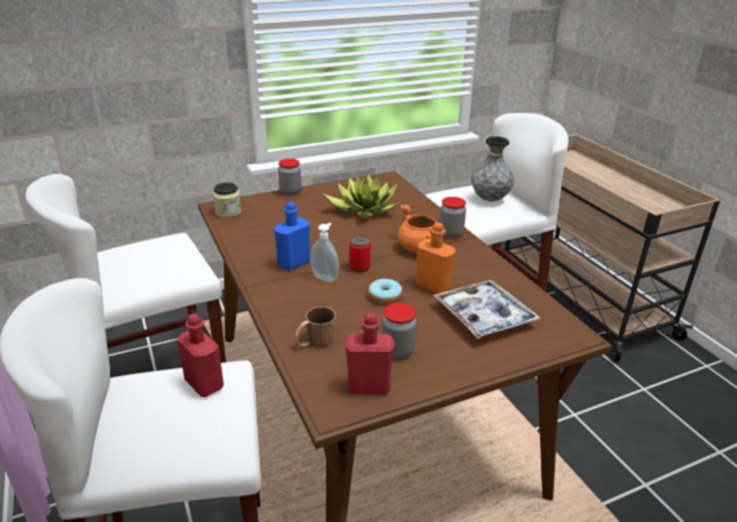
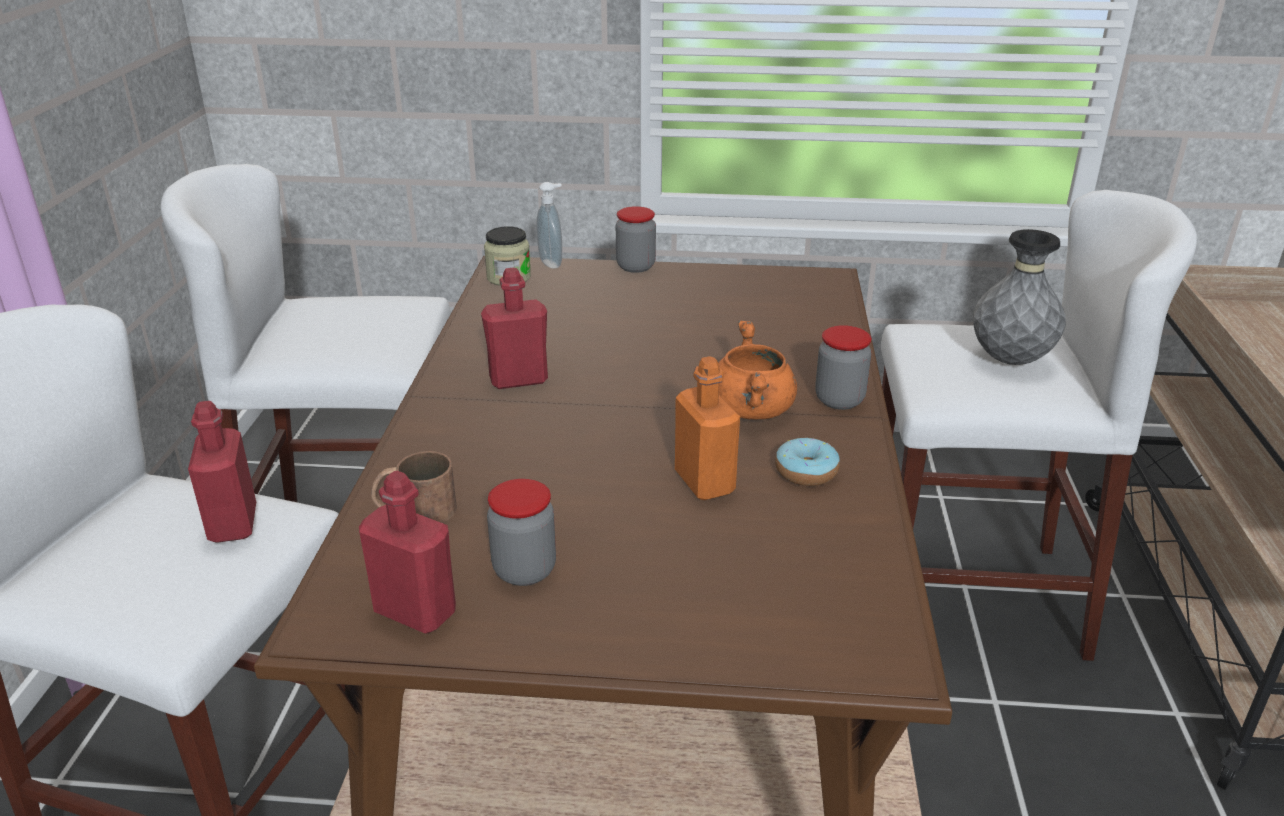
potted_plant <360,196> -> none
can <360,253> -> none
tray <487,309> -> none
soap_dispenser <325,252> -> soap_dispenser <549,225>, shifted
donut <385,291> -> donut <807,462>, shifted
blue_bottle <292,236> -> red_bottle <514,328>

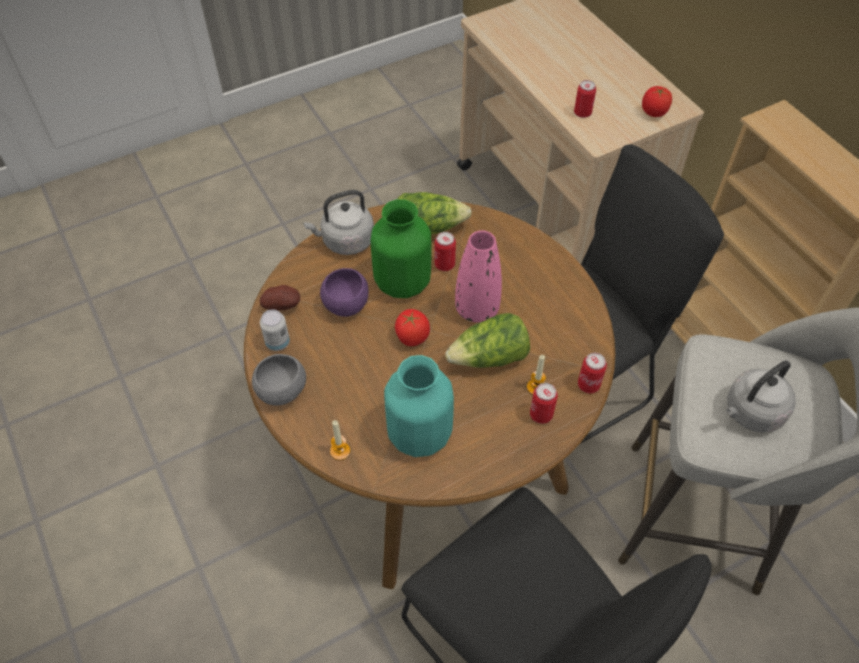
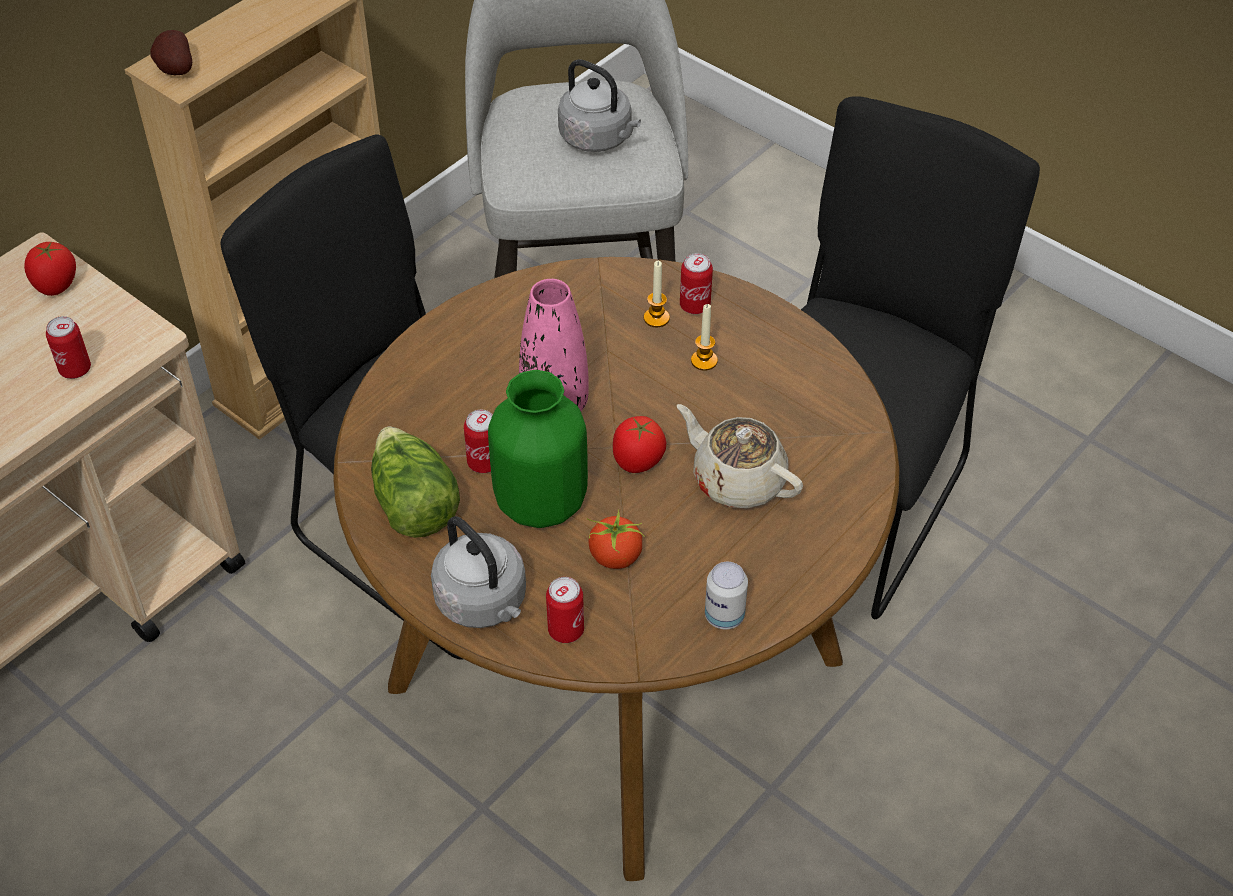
grey_bowl <279,380> -> none
turquoise_vase <419,406> -> none
lettuce <487,340> -> none
none -> beige_teapot <740,456>
potato <280,297> -> potato <171,52>, shifted
candle <340,440> -> candle <704,337>, shifted
can <592,373> -> can <565,610>, shifted
purple_bowl <344,292> -> tomato <615,539>

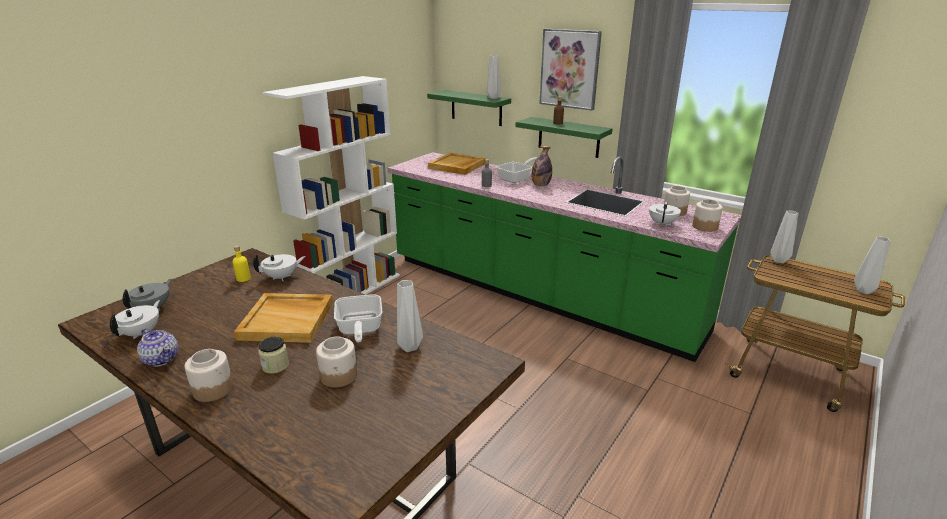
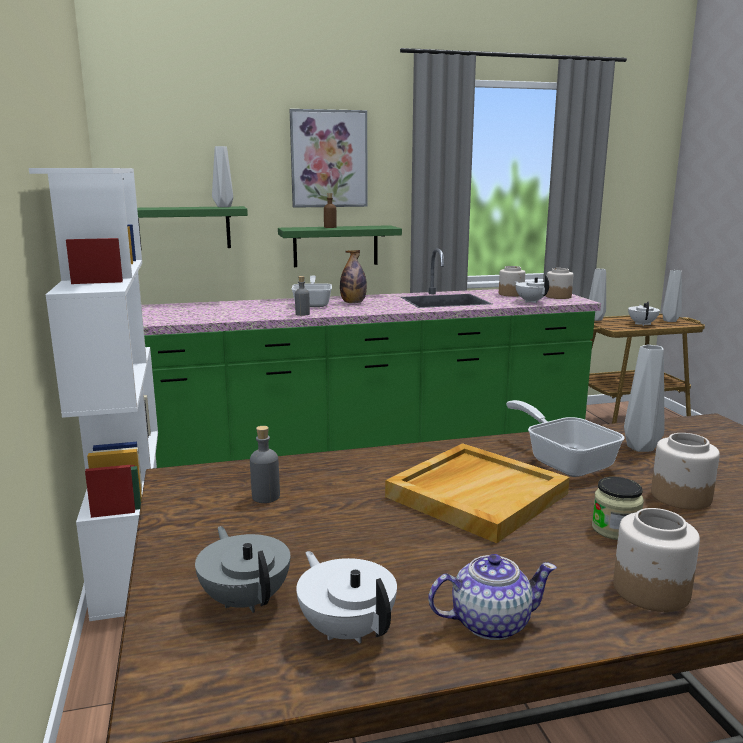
beige_tray <457,164> -> none
white_teapot <279,267> -> white_teapot <644,313>, shifted
yellow_bottle <242,263> -> grey_bottle <265,464>
frying_pan <358,318> -> frying_pan <565,438>, 150 degrees counterclockwise

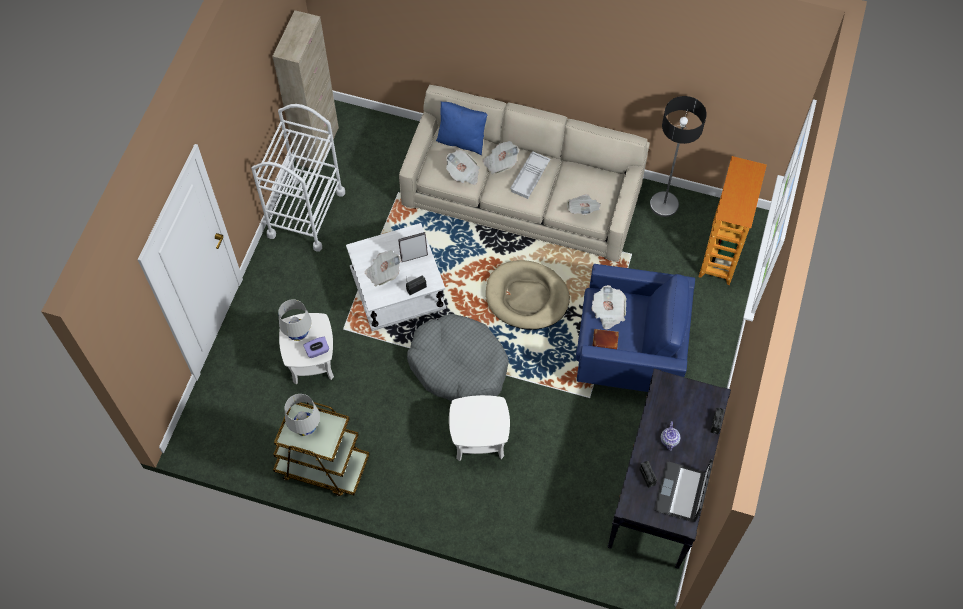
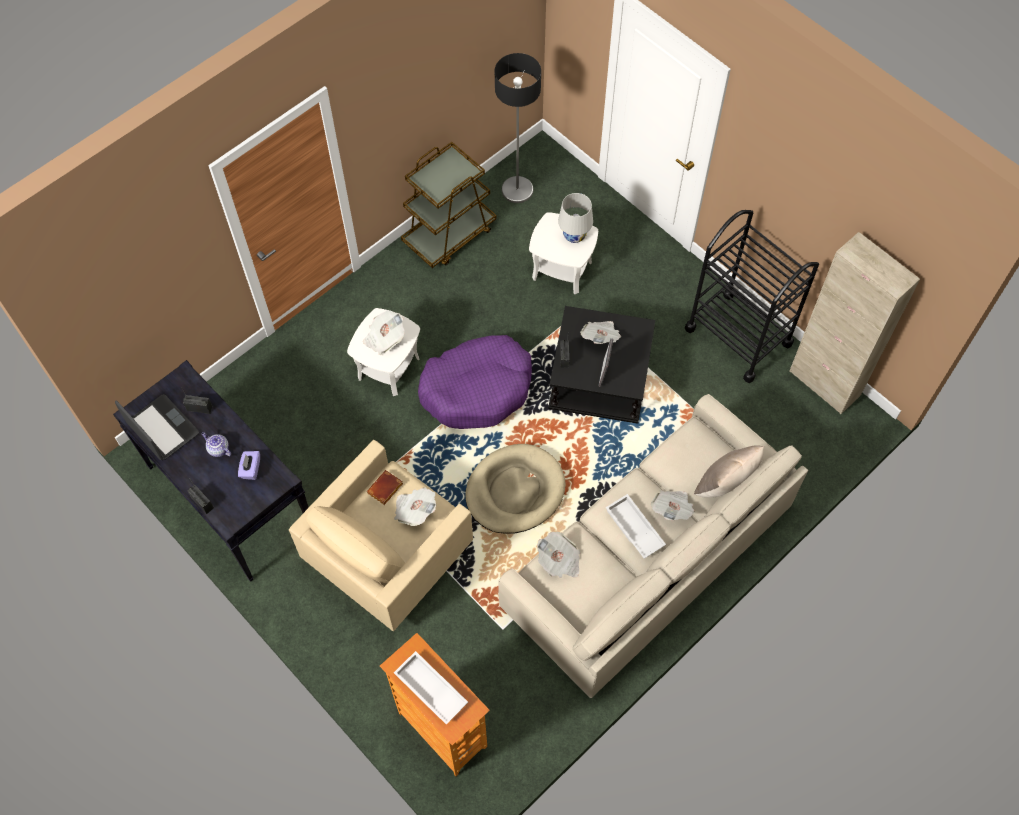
white_table_lamp <302,415> -> none
none -> white_tray <431,688>
purple_tissue_box <316,347> -> purple_tissue_box <249,465>, shifted
newspaper <463,167> -> newspaper <384,332>, shifted
floor_lamp <678,156> -> floor_lamp <518,128>, shifted
white_cart <298,177> -> black_cart <752,296>
white_side_table <396,277> -> black_side_table <601,365>
grey_dog_bed <458,358> -> purple_dog_bed <475,382>
blue_pillow <461,128> -> beige_pillow <729,471>
blue_armchair <635,328> -> beige_armchair <381,535>

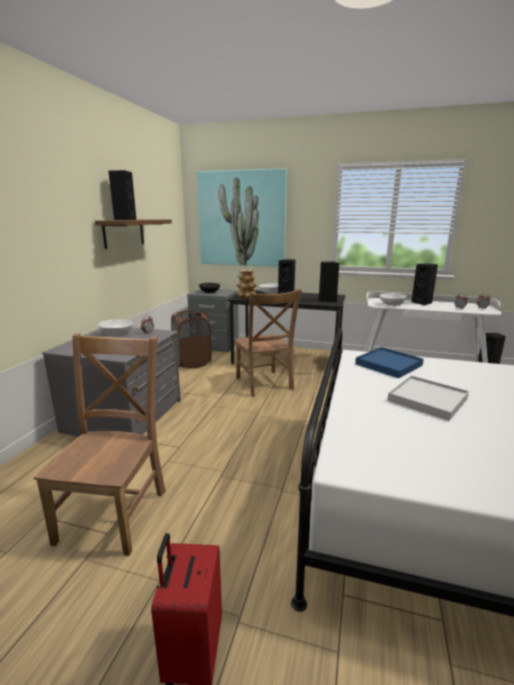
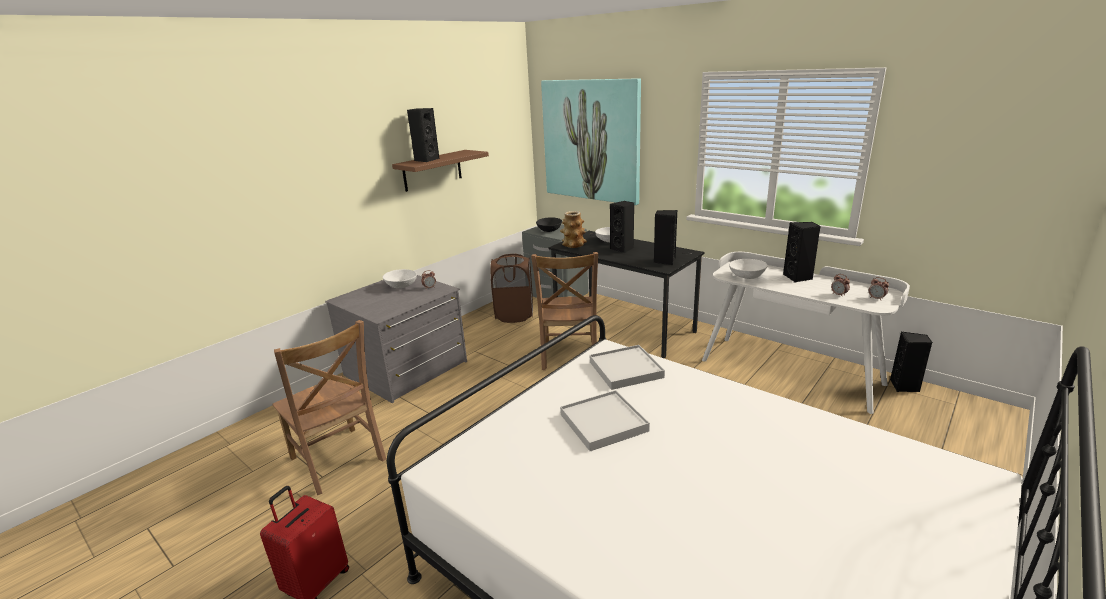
blue_tray <389,362> -> white_tray <627,367>
brown_chair <99,444> -> brown_chair <329,407>, 105 degrees clockwise

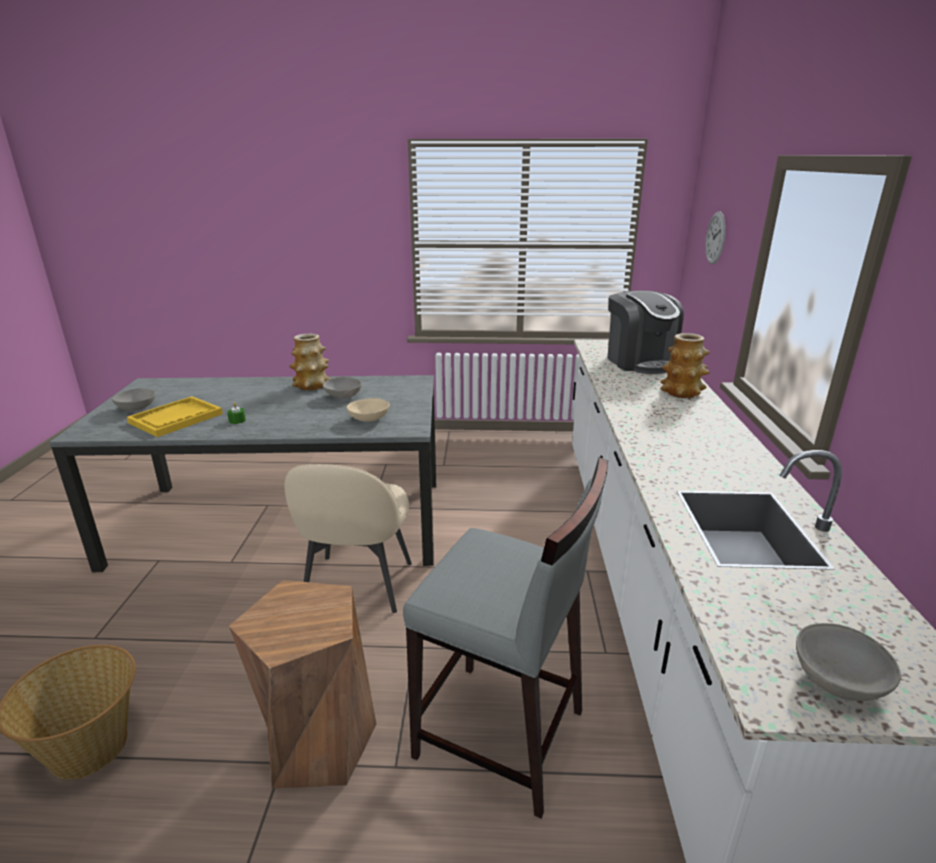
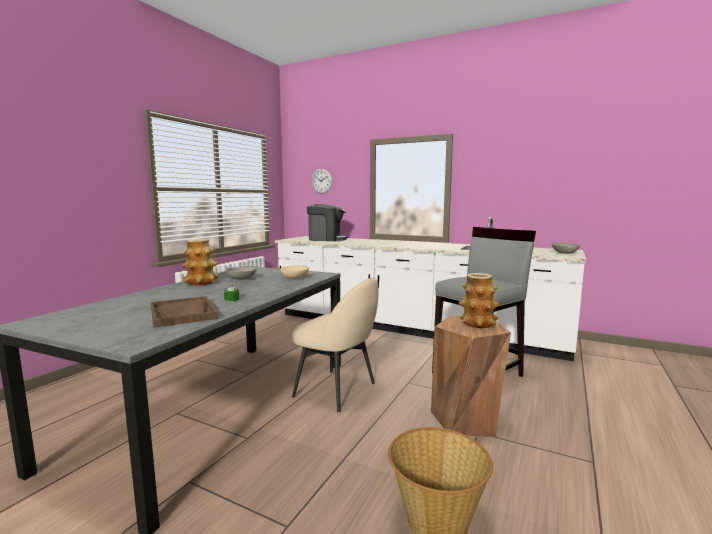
grey_bowl <134,399> -> none
vase <685,365> -> vase <479,300>, shifted
yellow_tray <175,416> -> brown_tray <184,311>

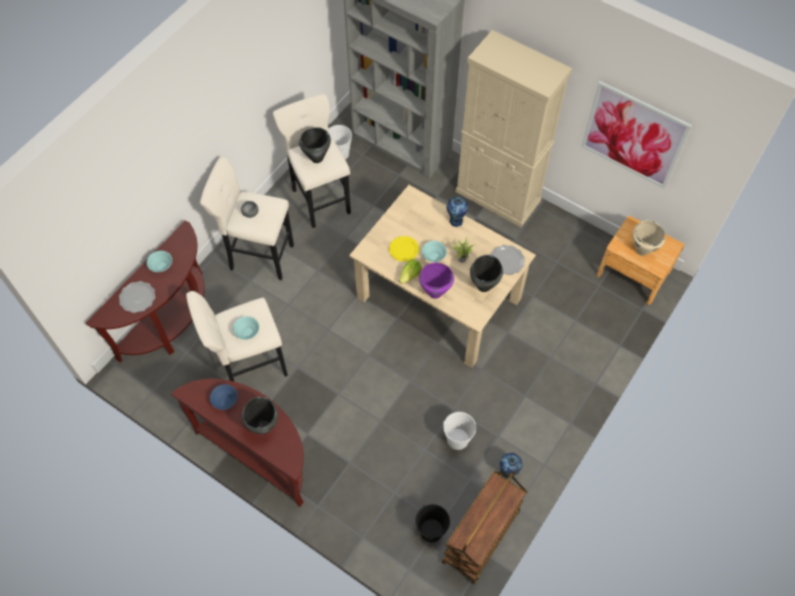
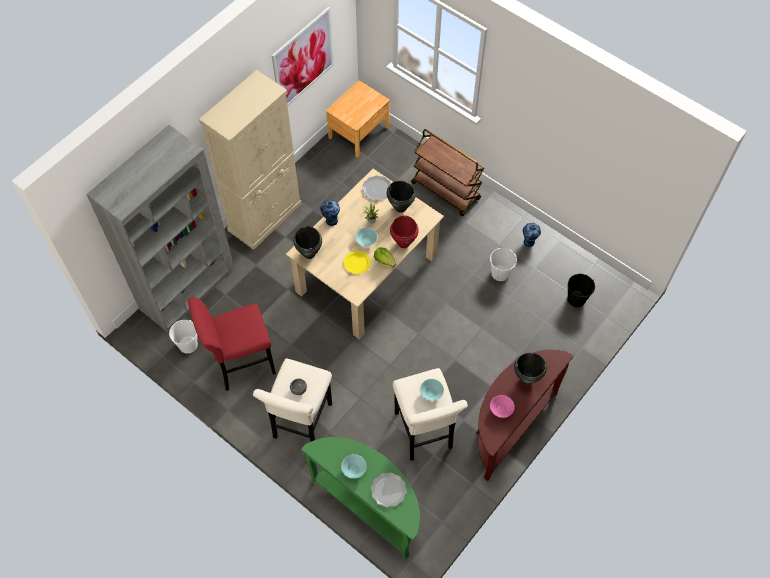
beige_cooking_pot <649,238> -> none
black_cooking_pot <315,145> -> black_cooking_pot <307,242>, shifted
brown_cart <484,528> -> brown_cart <447,172>, shifted
brown_console_table <145,291> -> green_console_table <360,498>
blue_bowl <224,397> -> pink_bowl <502,406>
beige_stool <312,161> -> red_stool <232,344>
purple_cooking_pot <436,281> -> red_cooking_pot <404,231>

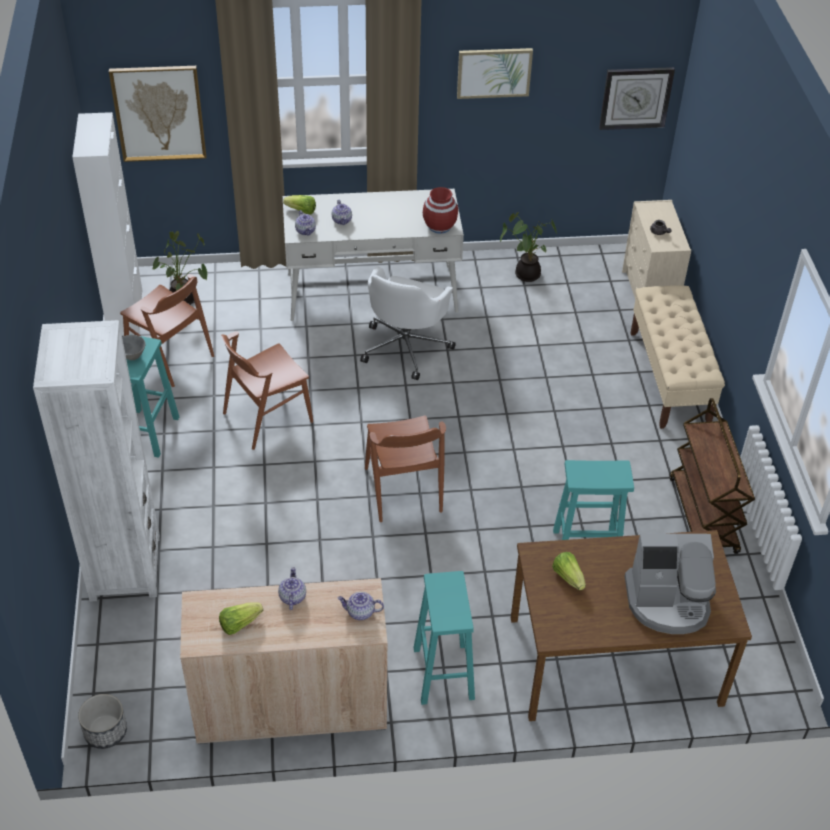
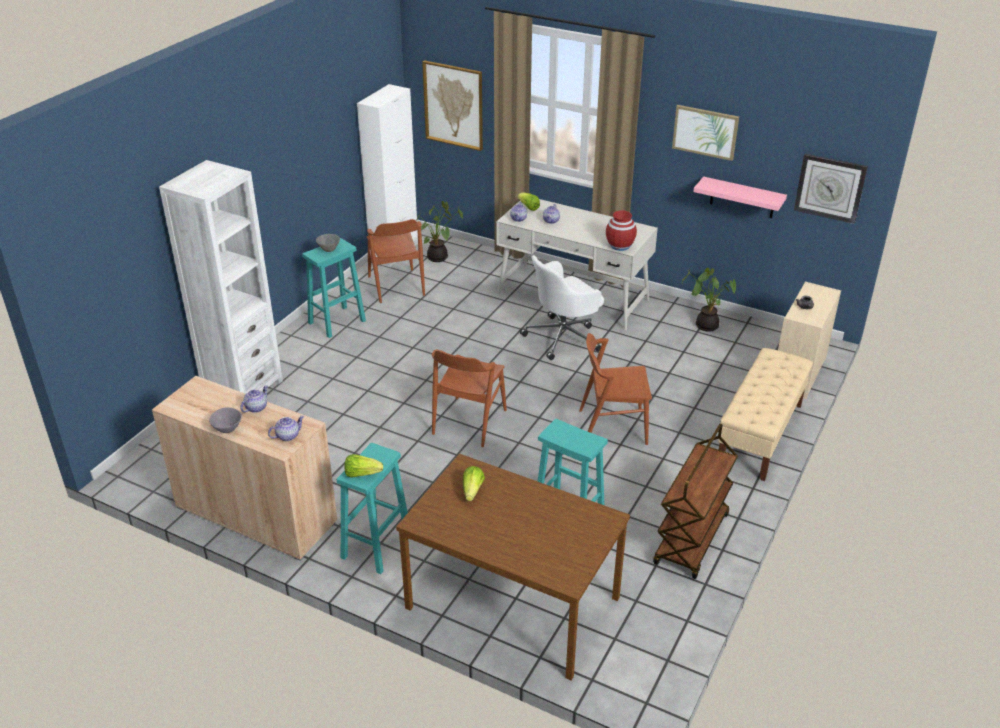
planter <102,721> -> none
coffee_machine <670,583> -> none
none -> grey_bowl <225,420>
none -> pink_shelf <740,197>
lettuce <241,618> -> lettuce <363,465>, shifted
brown_chair <267,390> -> brown_chair <615,389>, shifted
teapot <360,606> -> teapot <286,428>, 105 degrees clockwise

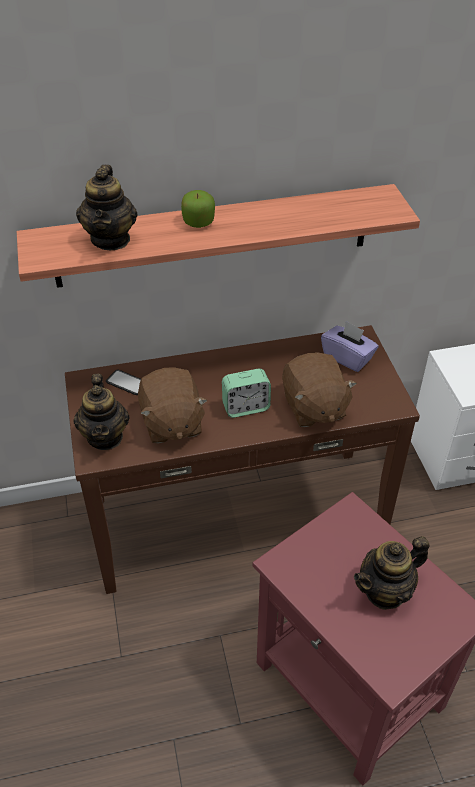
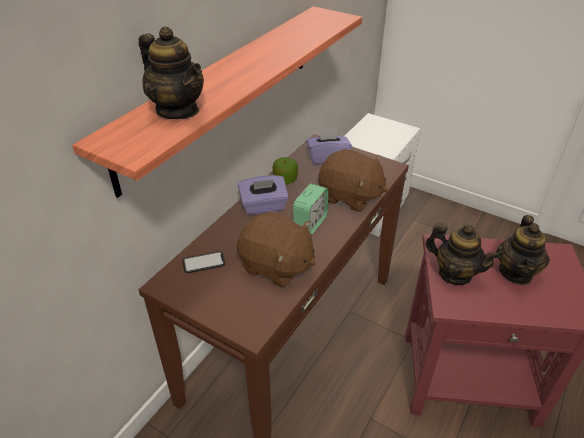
none -> purple_tissue_box <263,195>
teapot <101,412> -> teapot <463,254>, shifted
apple <198,209> -> apple <285,170>, shifted

